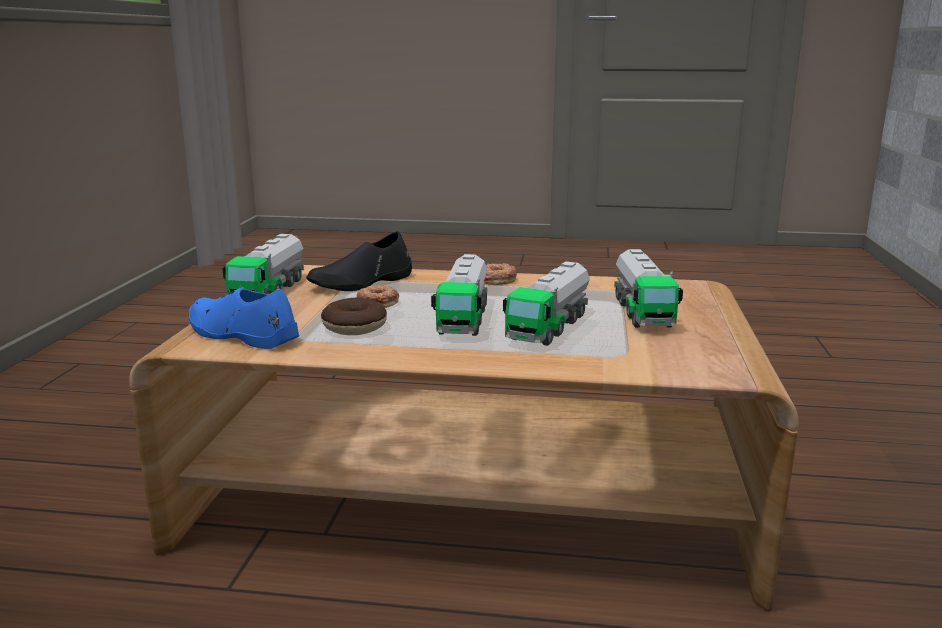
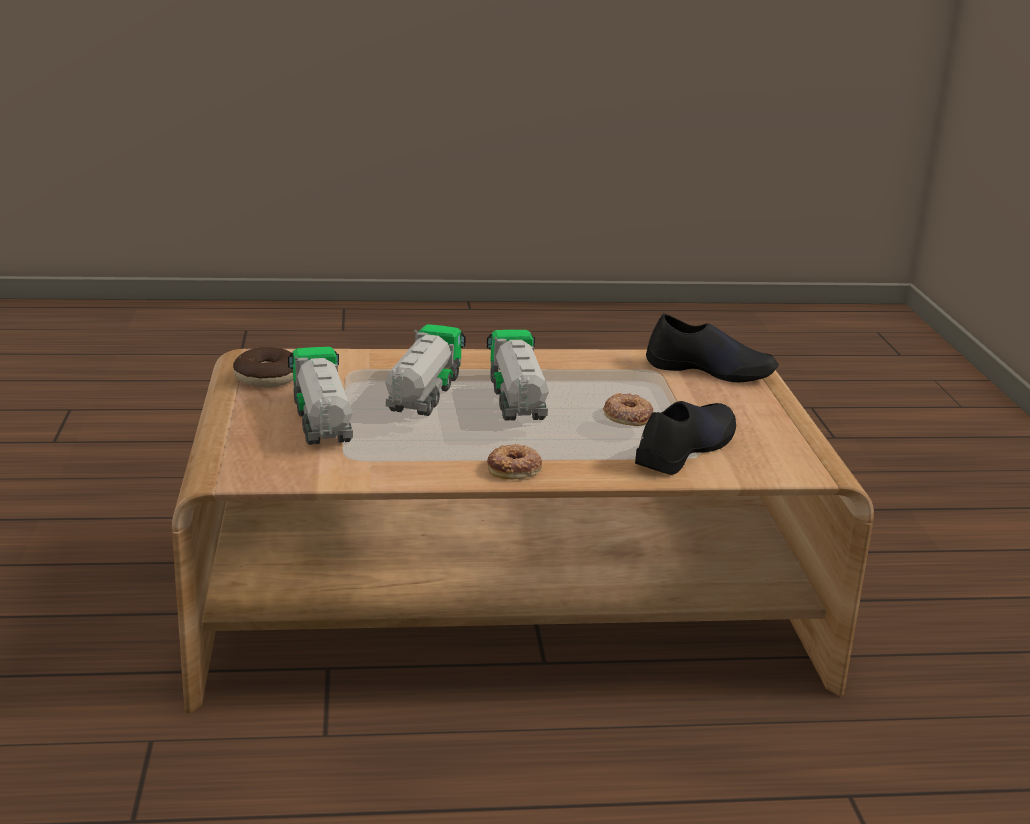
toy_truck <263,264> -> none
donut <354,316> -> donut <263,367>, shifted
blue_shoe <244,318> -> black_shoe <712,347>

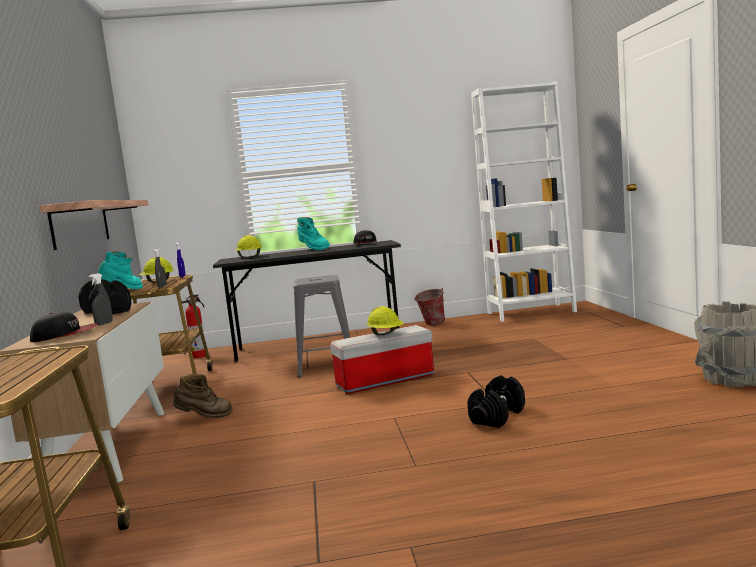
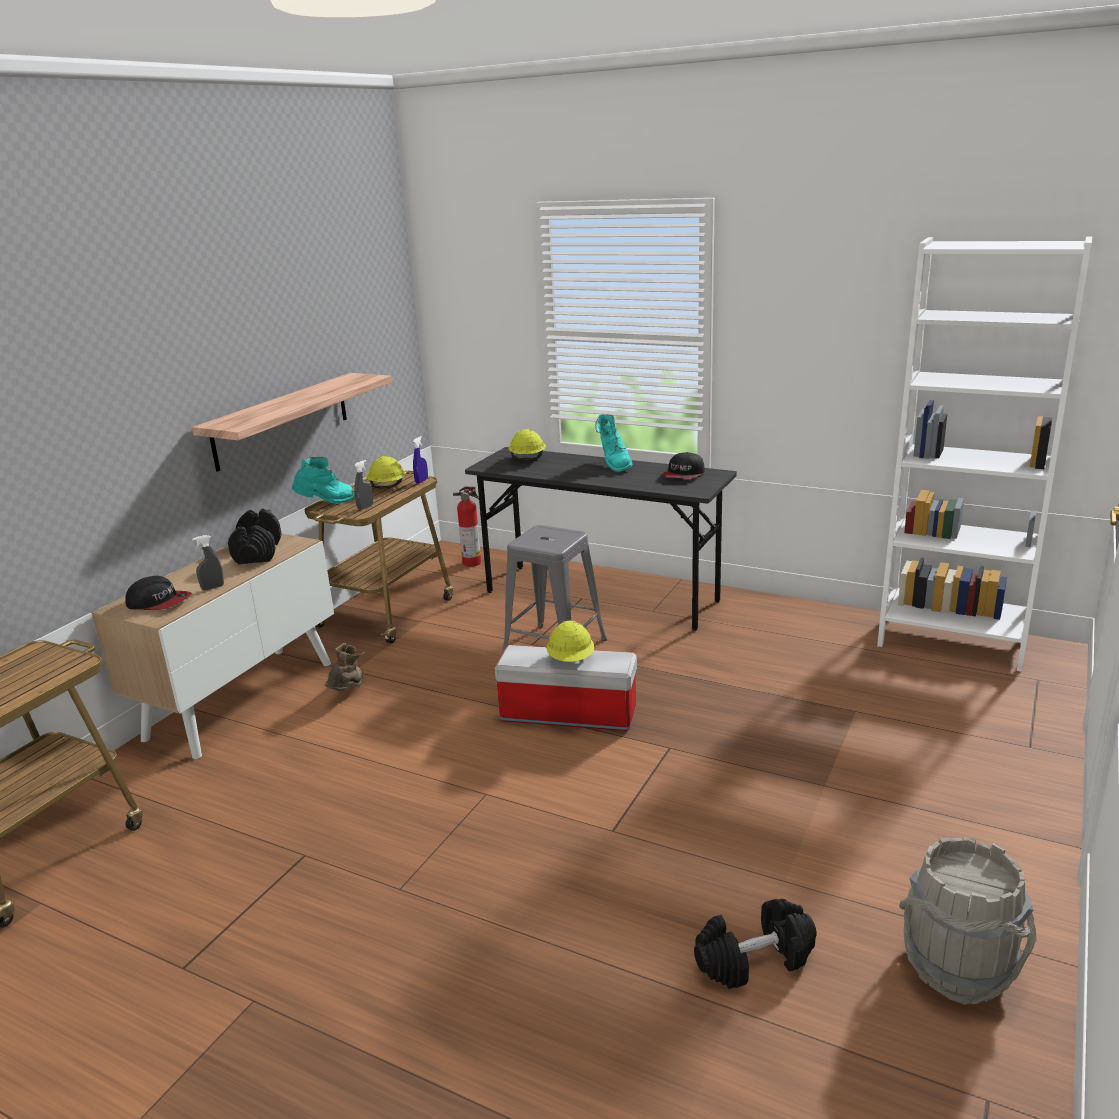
bucket <429,306> -> none
black_dumbbell <496,401> -> black_dumbbell <755,944>, shifted
brown_boot <203,396> -> brown_boot <345,667>, 105 degrees counterclockwise

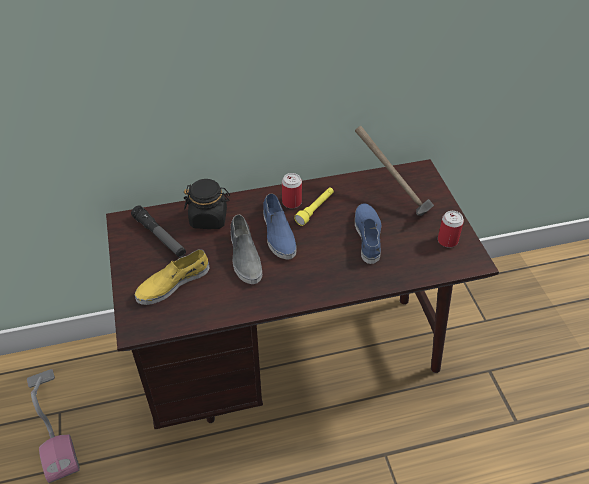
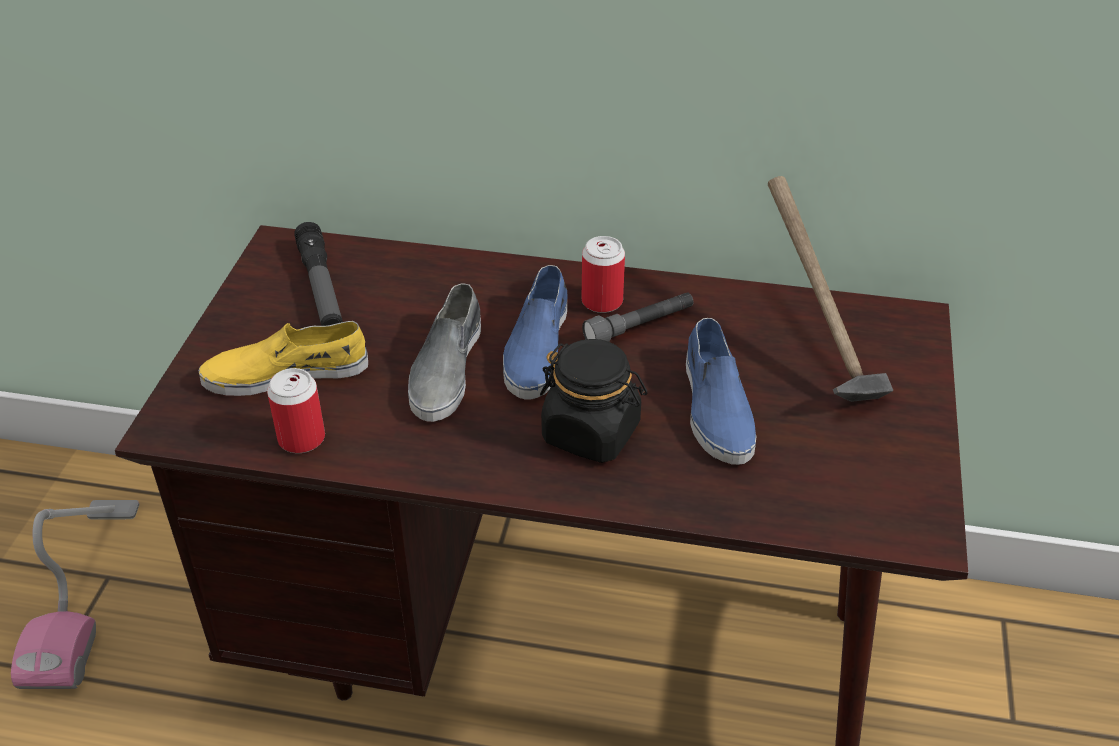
black_jar <207,204> -> black_jar <594,401>, shifted
can <451,229> -> can <296,410>, shifted
yellow_flashlight <314,207> -> grey_flashlight <638,317>
blue_shoe <368,233> -> blue_shoe <721,391>, 150 degrees clockwise

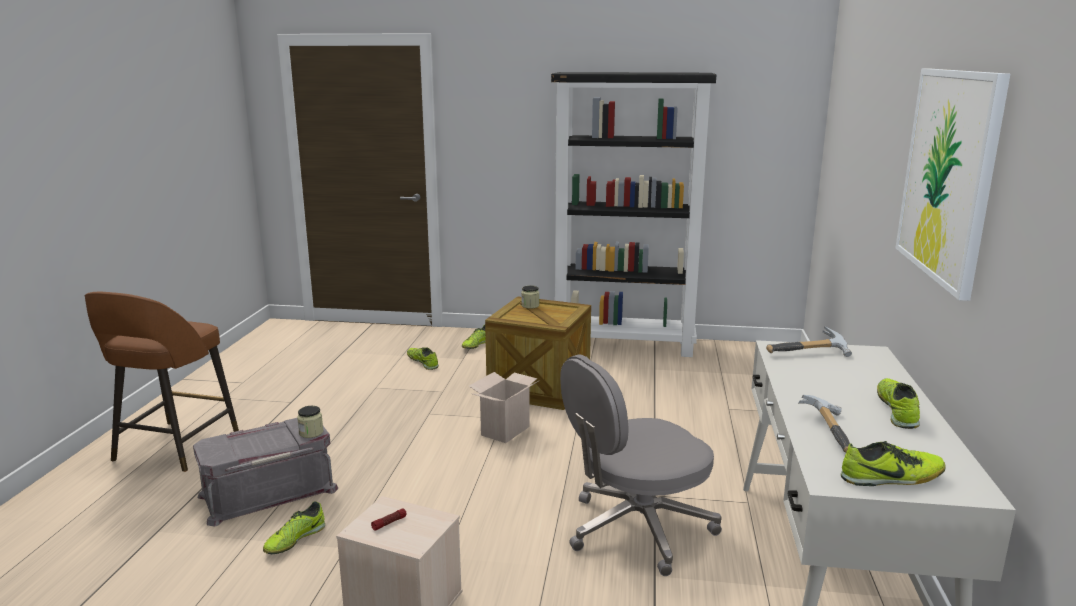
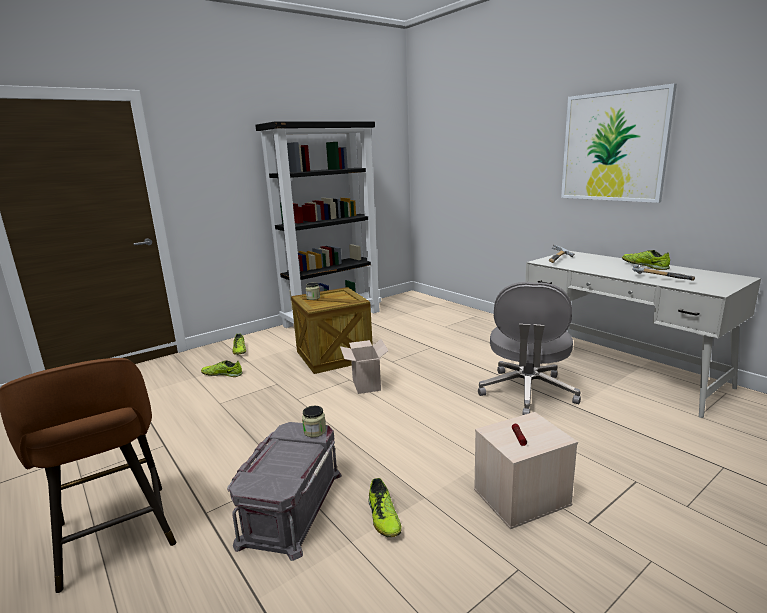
shoe <893,463> -> none

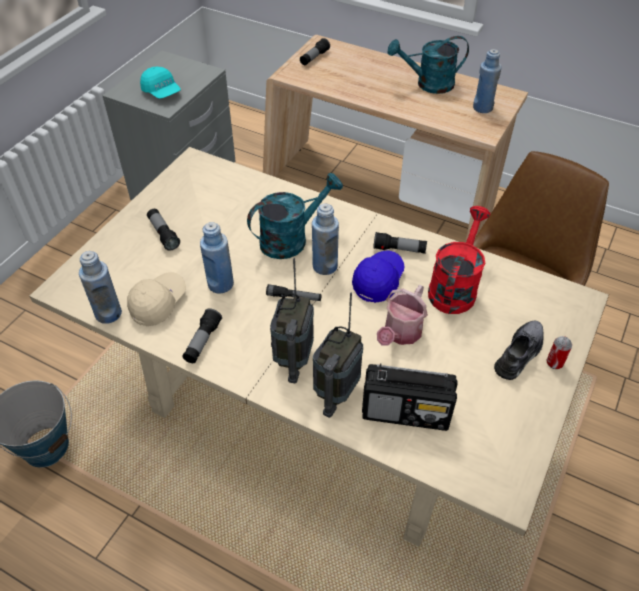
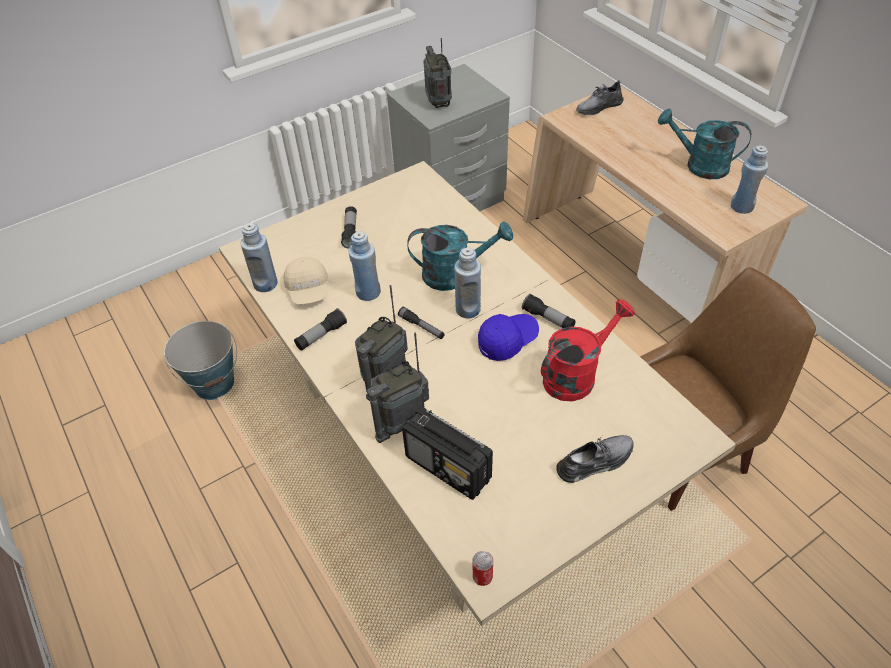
watering_can <402,315> -> none
can <559,352> -> can <483,568>, shifted
turquoise_cap <160,83> -> radio <437,73>
flashlight <315,51> -> grey_shoe <600,97>
beige_cap <156,299> -> beige_cap <306,280>, 105 degrees clockwise

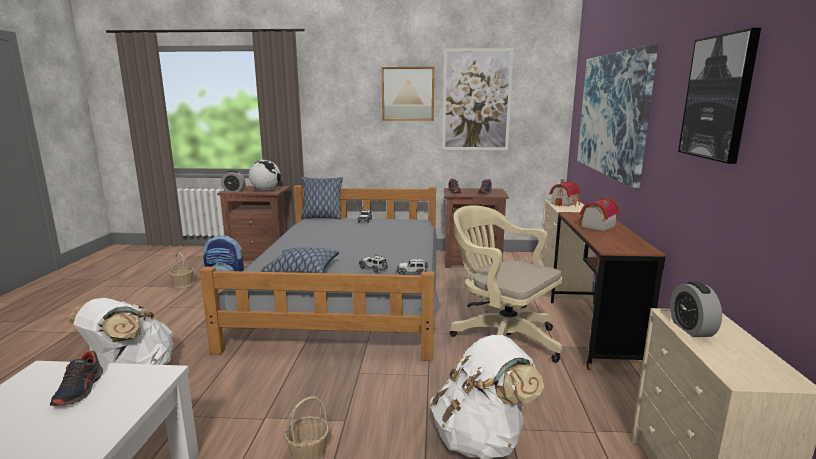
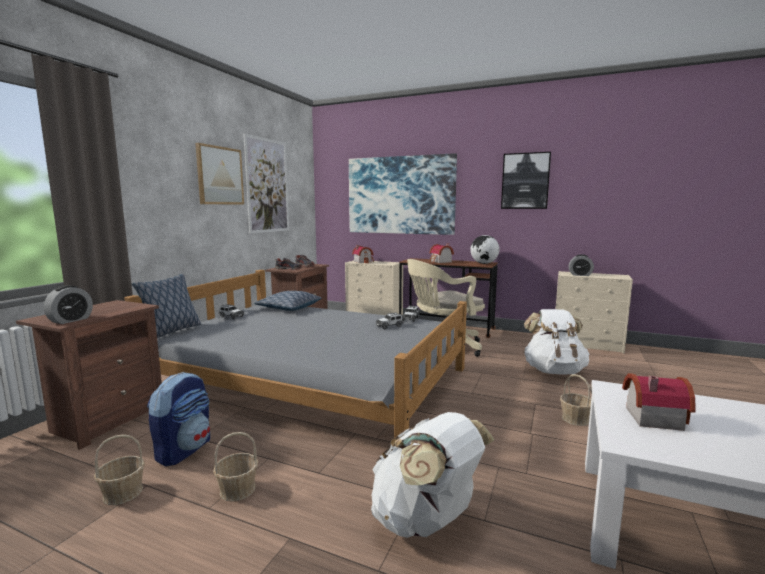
none -> basket <235,467>
globe <265,175> -> globe <485,249>, shifted
pillow <300,260> -> pillow <287,301>, shifted
shoe <76,378> -> toy_house <659,402>

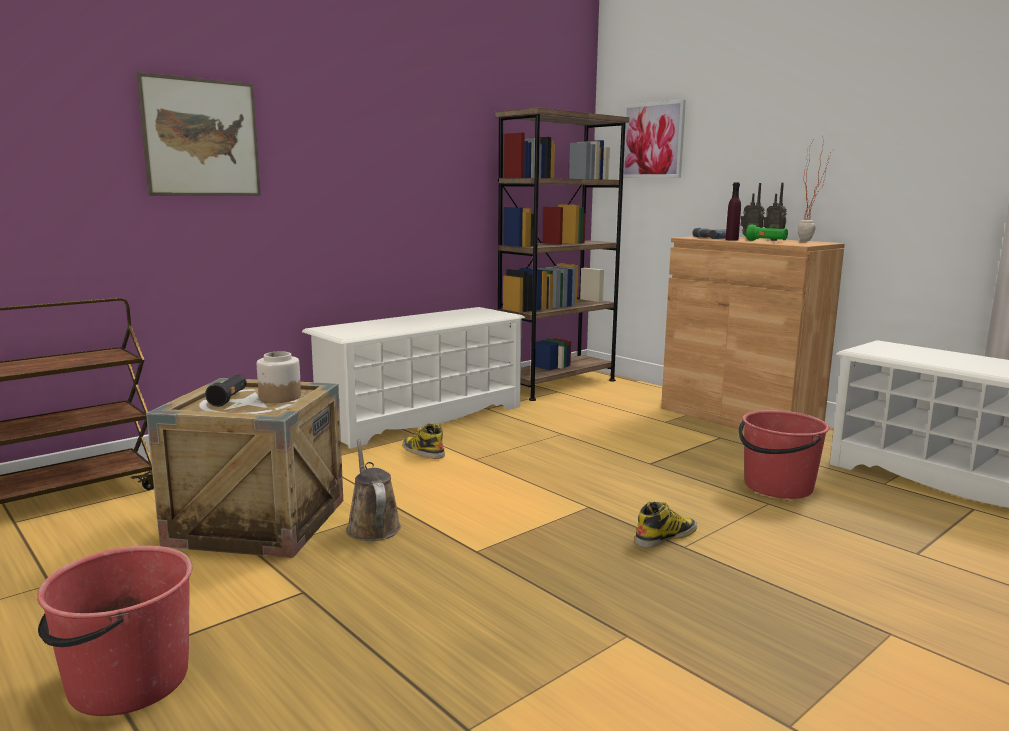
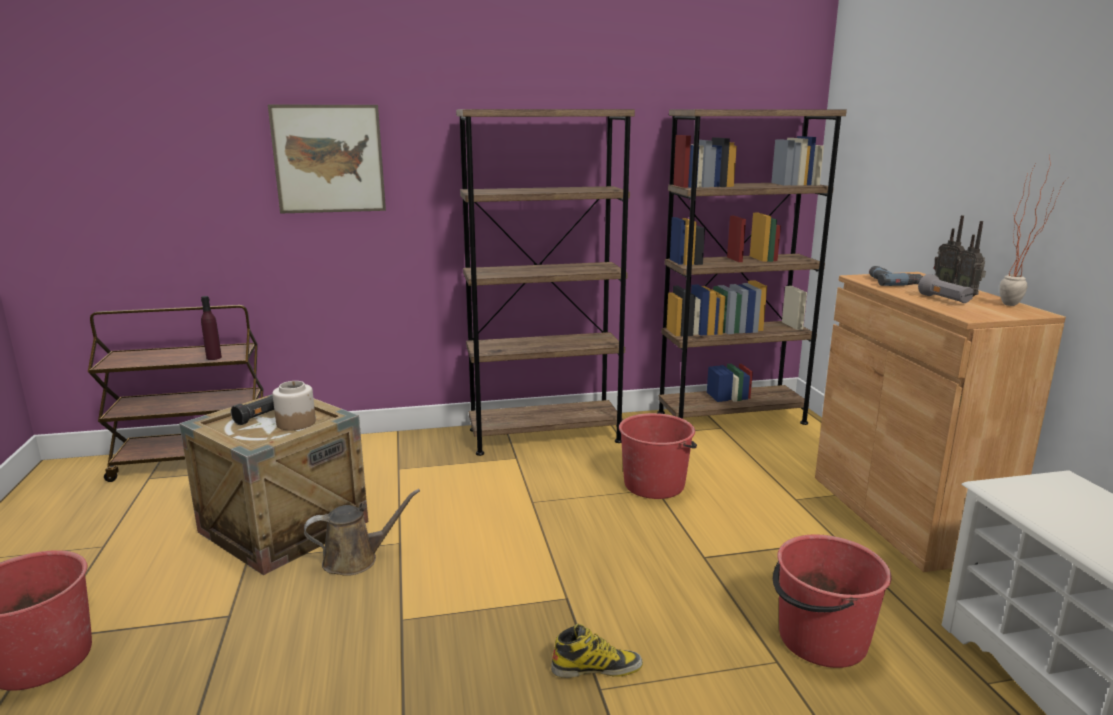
boot <423,441> -> none
picture <654,139> -> none
none -> red_bucket <658,456>
purple_bottle <733,211> -> purple_bottle <211,328>, shifted
white_shoe_rack <413,378> -> brown_bookcase <545,282>
green_flashlight <767,233> -> grey_flashlight <946,288>
brown_watering_can <373,490> -> brown_watering_can <362,532>, 60 degrees clockwise

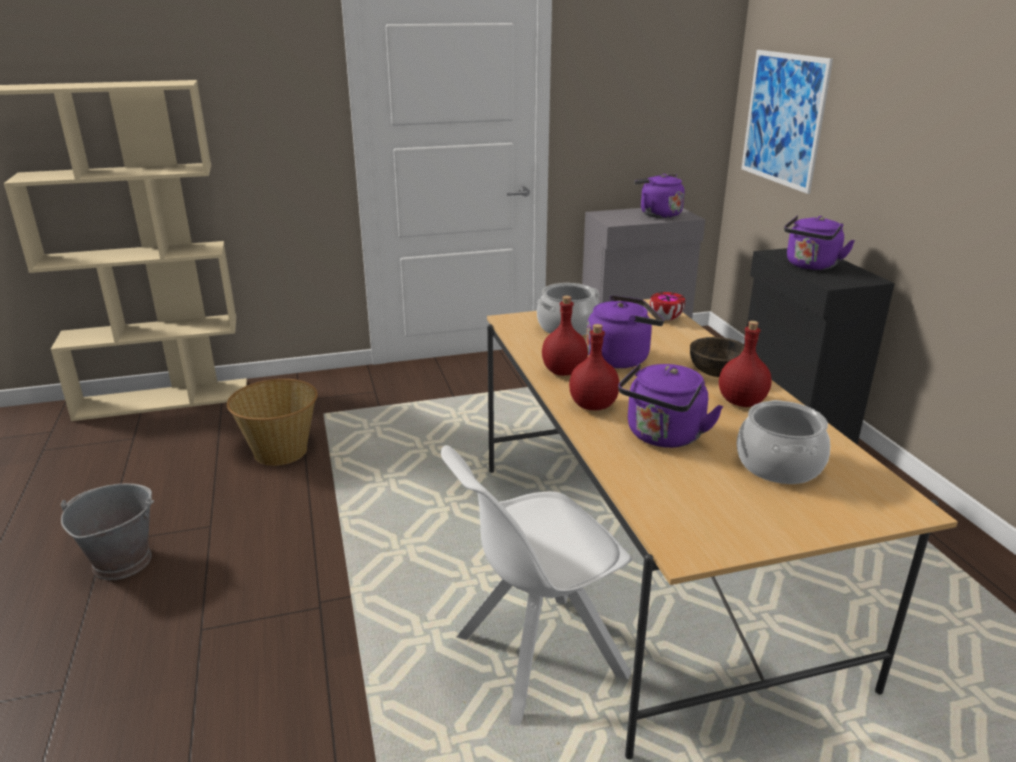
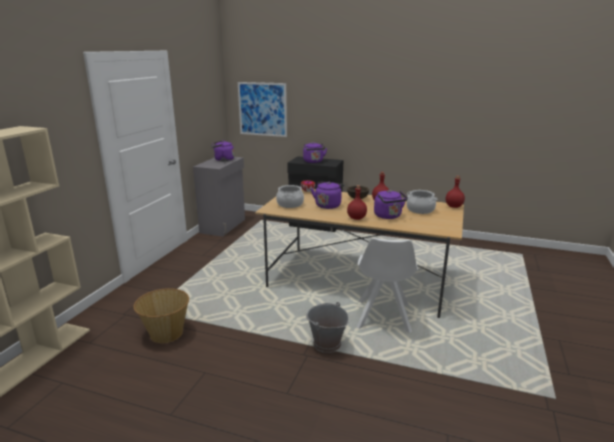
grey_bucket <107,531> -> grey_bucket <327,327>, shifted
red_bottle <565,336> -> red_bottle <455,192>, shifted

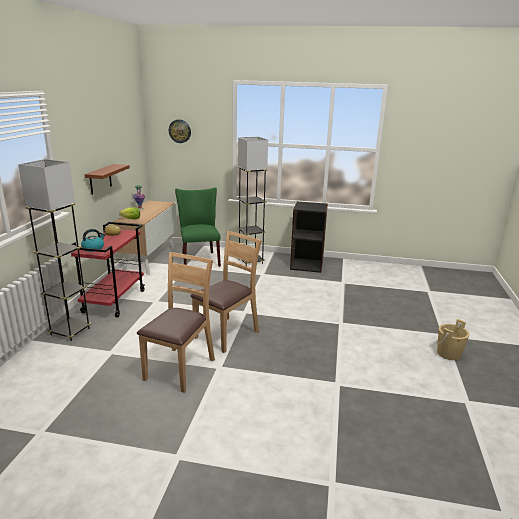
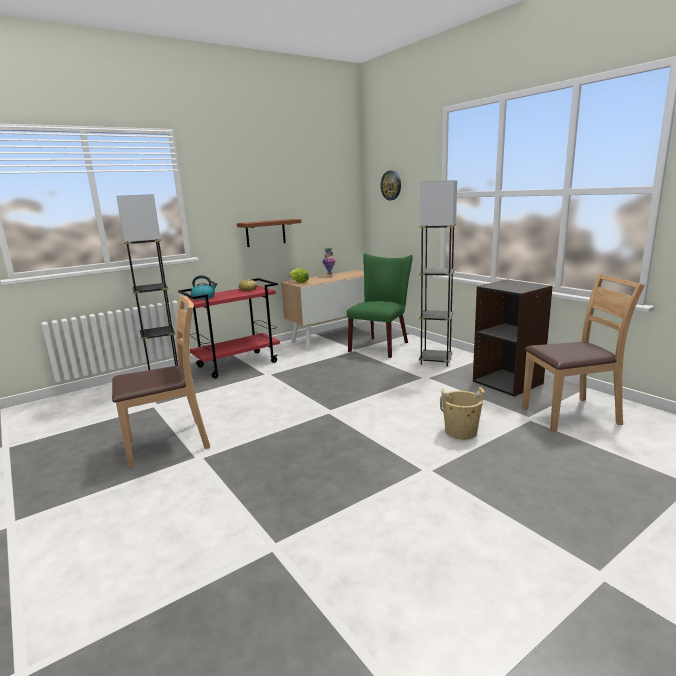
brown_chair <226,292> -> brown_chair <583,353>, shifted
beige_bucket <453,339> -> beige_bucket <462,413>, shifted

